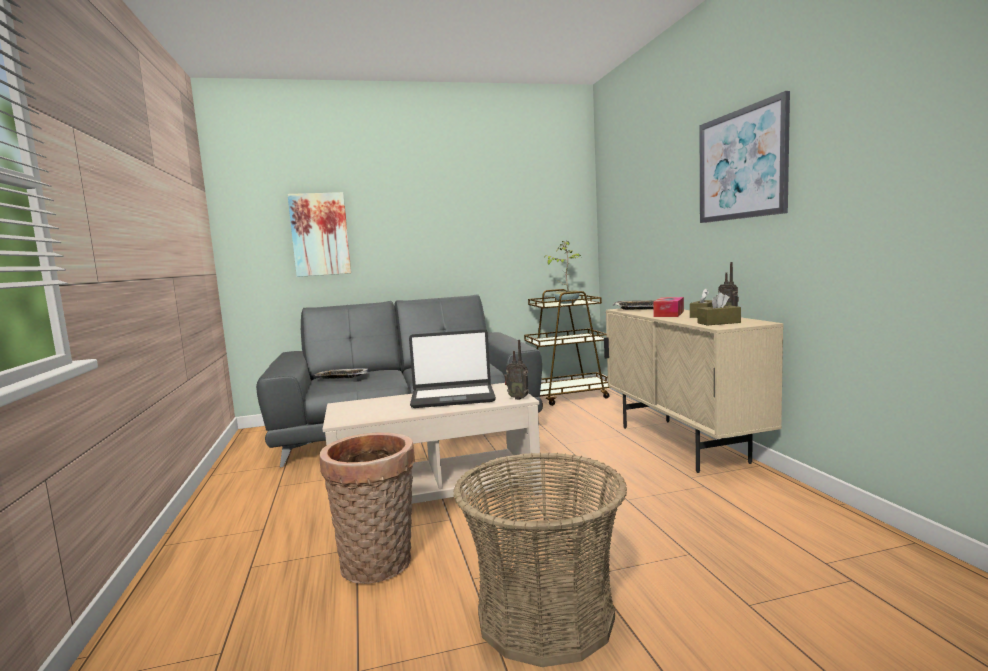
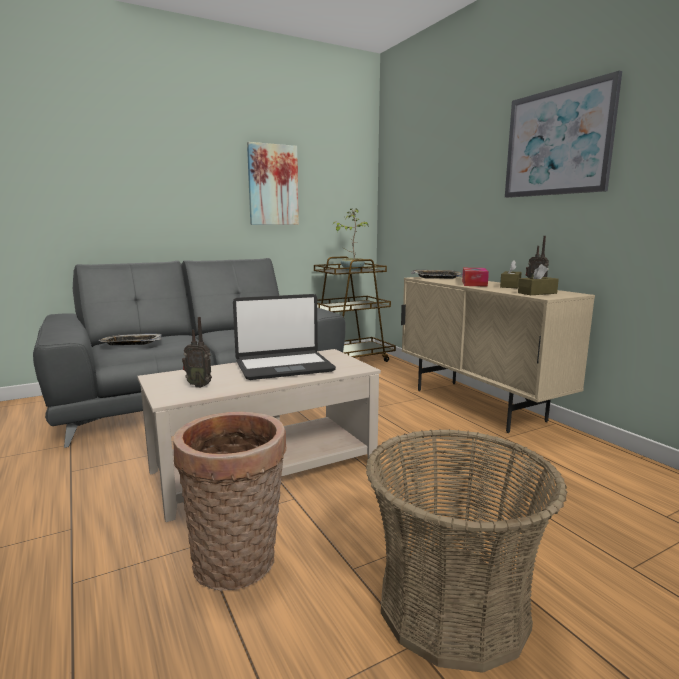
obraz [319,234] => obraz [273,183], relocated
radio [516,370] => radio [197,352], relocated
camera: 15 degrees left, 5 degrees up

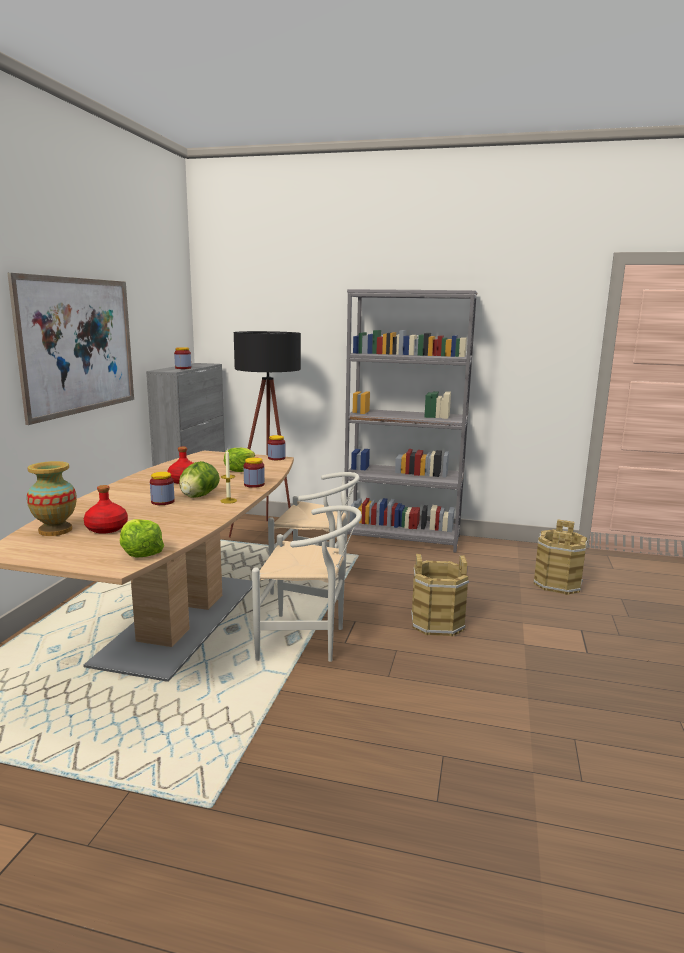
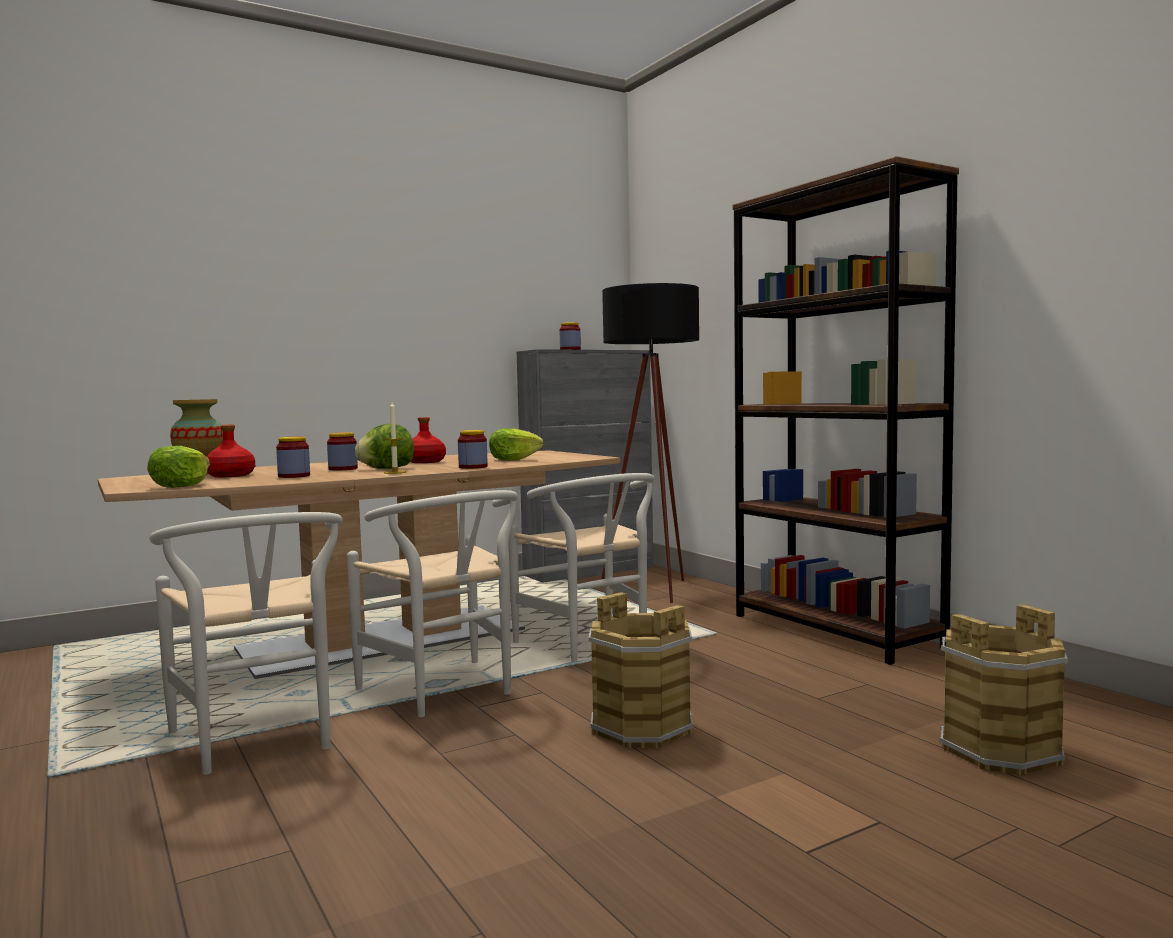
obraz [70,349] => nothing
regał [szary] [411,420] => regał [brązowy] [846,410]
słoik [276,447] => słoik [293,457], relocated
nothing => krzesło [biały] [245,643]
camera: 45 degrees right, 10 degrees down

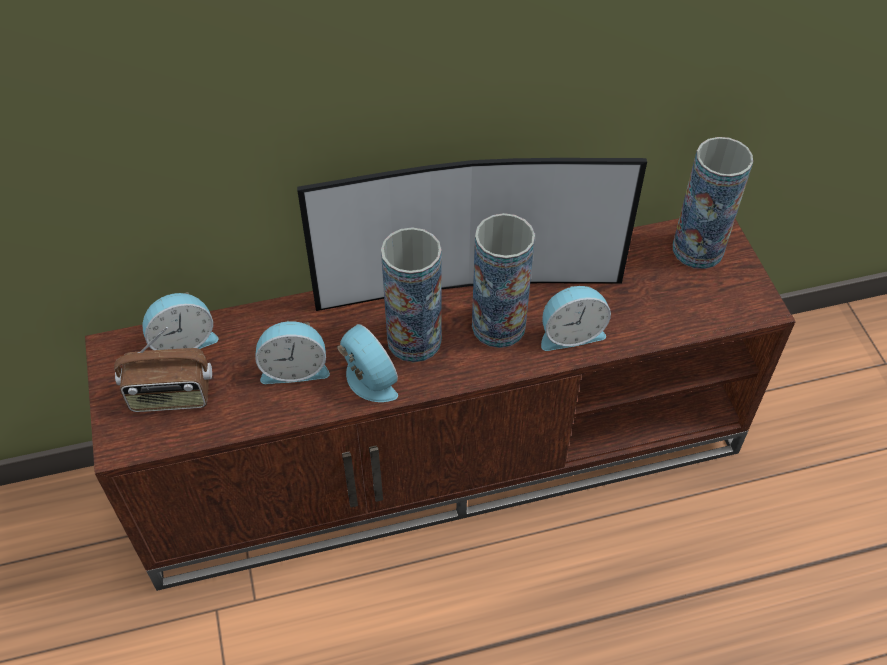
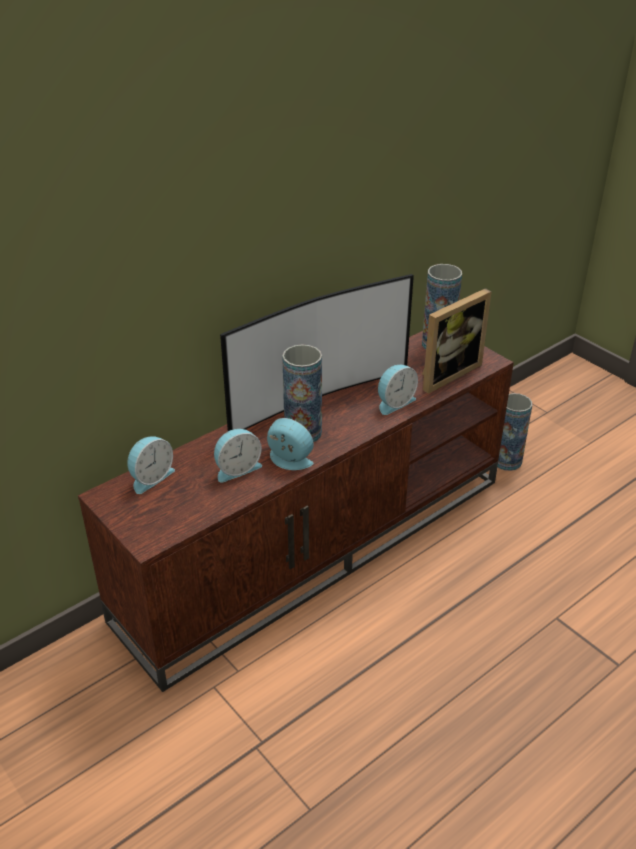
wazon [503,280] => wazon [514,432], relocated
radio [163,369] => nothing
nothing => ramka na zdjęcie [457,341]
camera: 25 degrees left, 15 degrees down

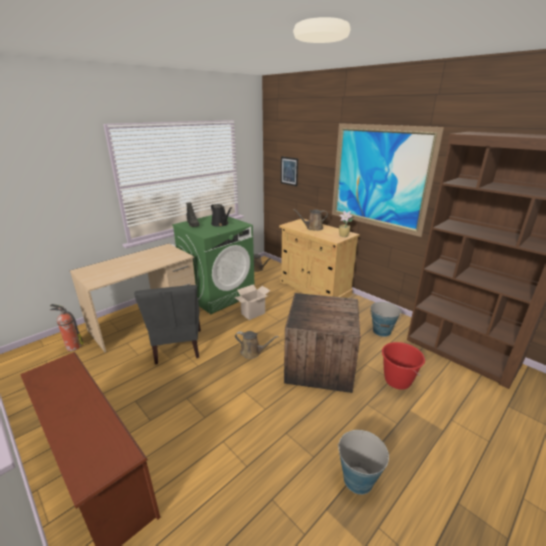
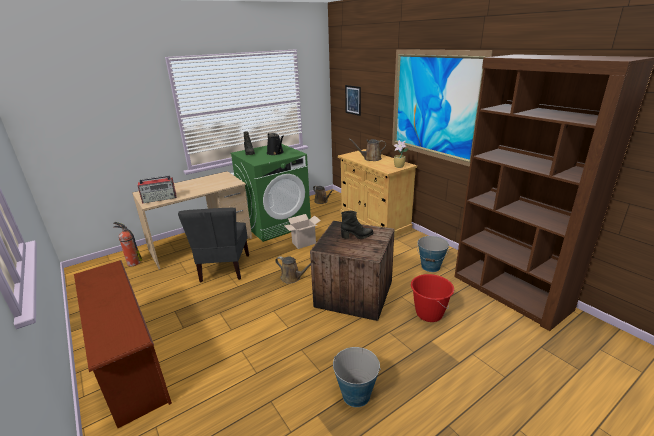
nothing => radio [157,189]
nothing => but z cholewką [czarny] [357,225]
camera: 10 degrees right, 0 degrees up

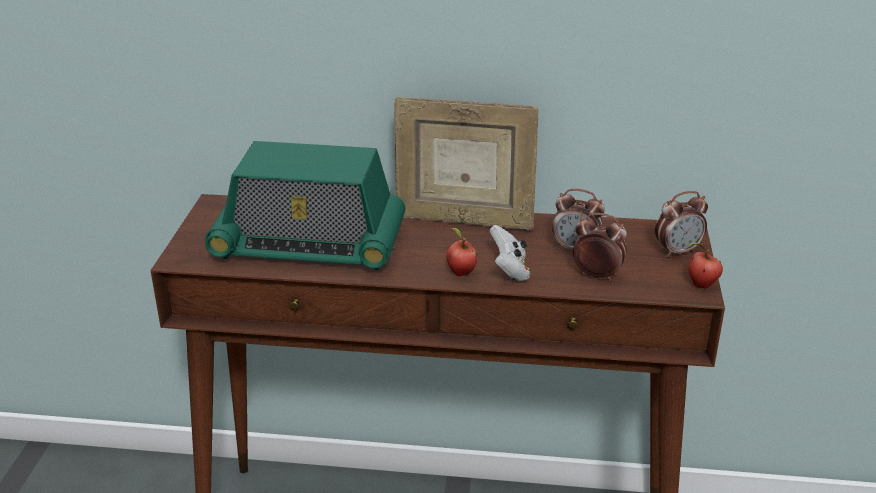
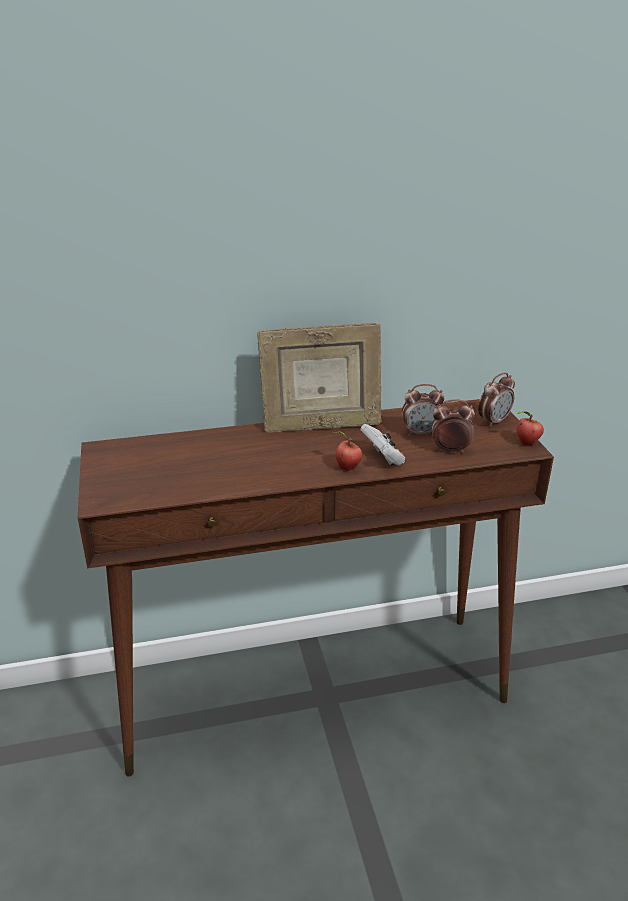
radio [305,205] => nothing
camera: 20 degrees left, 0 degrees up

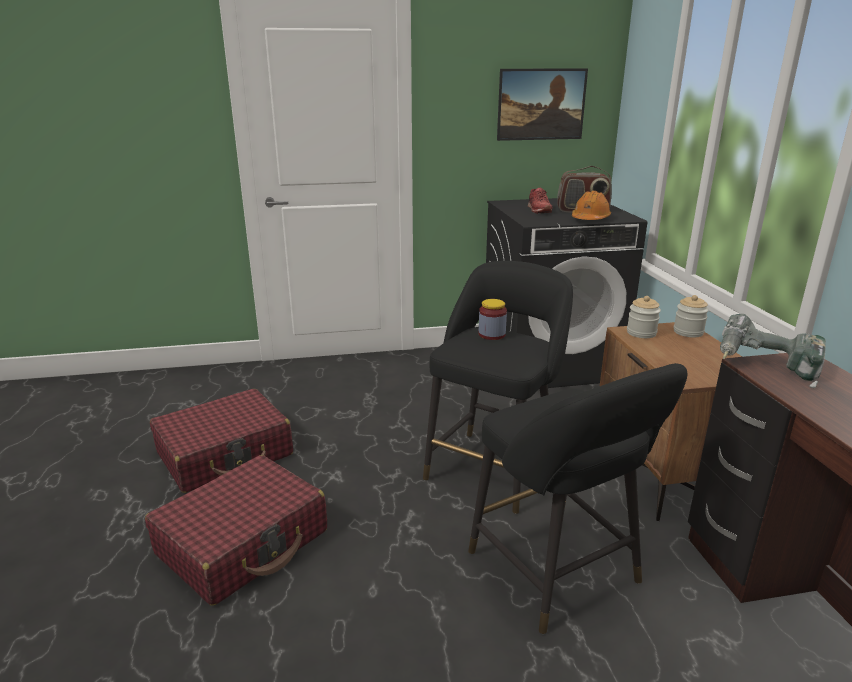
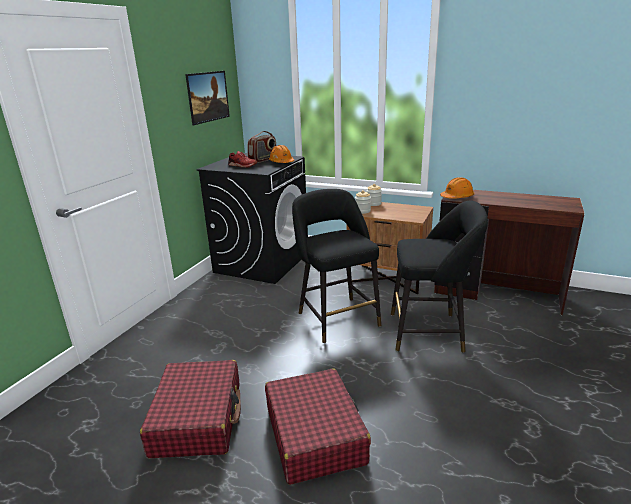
słoik [493,319] => nothing
wiertarka [773,351] => kask [pomarańczowy] [457,188]
camera: 55 degrees left, 0 degrees up

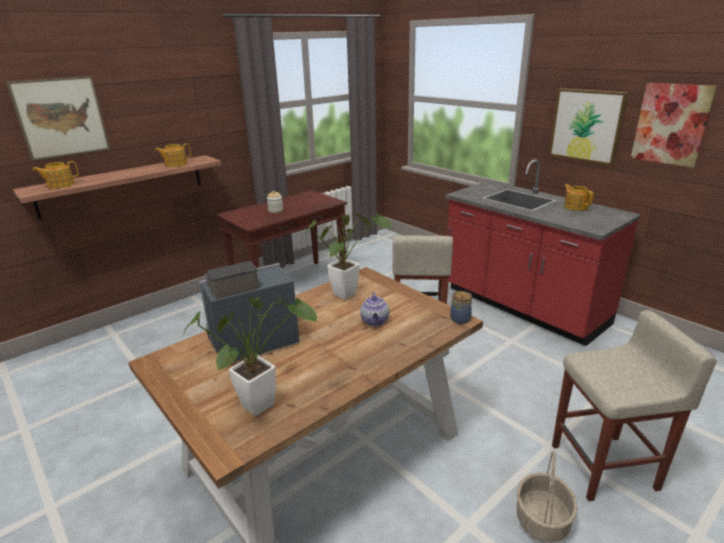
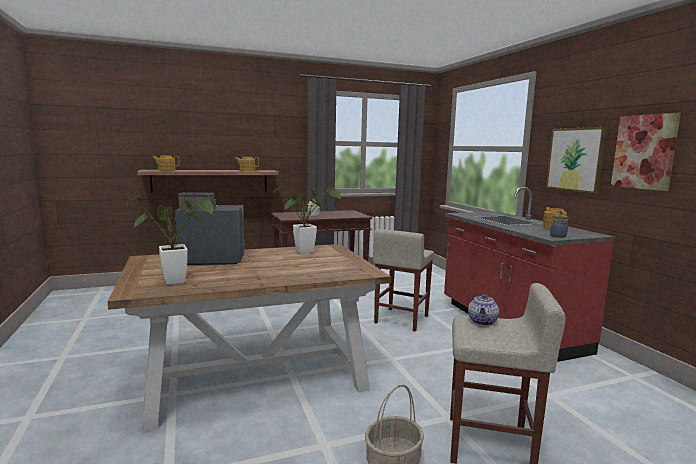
obraz [58,118] => nothing
słoik [461,307] => słoik [559,226], relocated
imbryk [375,309] => imbryk [483,310], relocated
camera: 20 degrees right, 15 degrees down

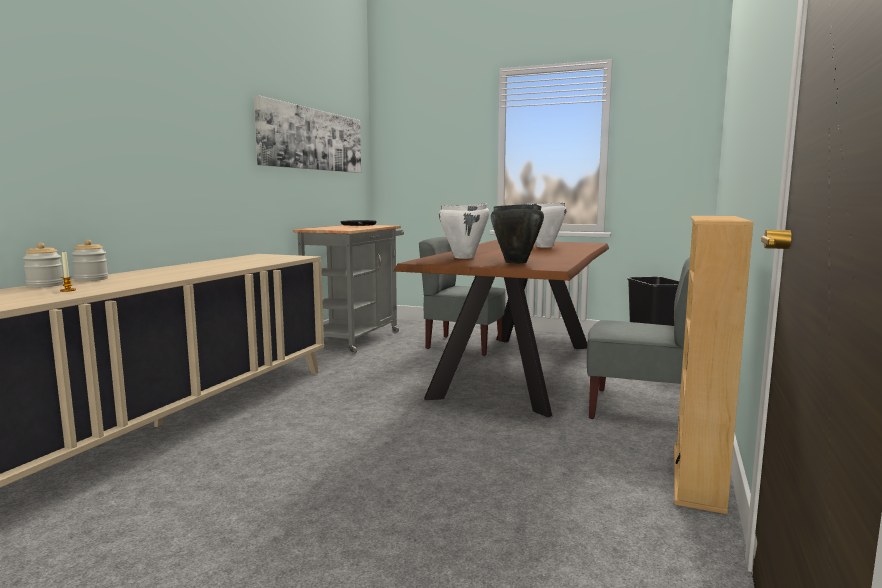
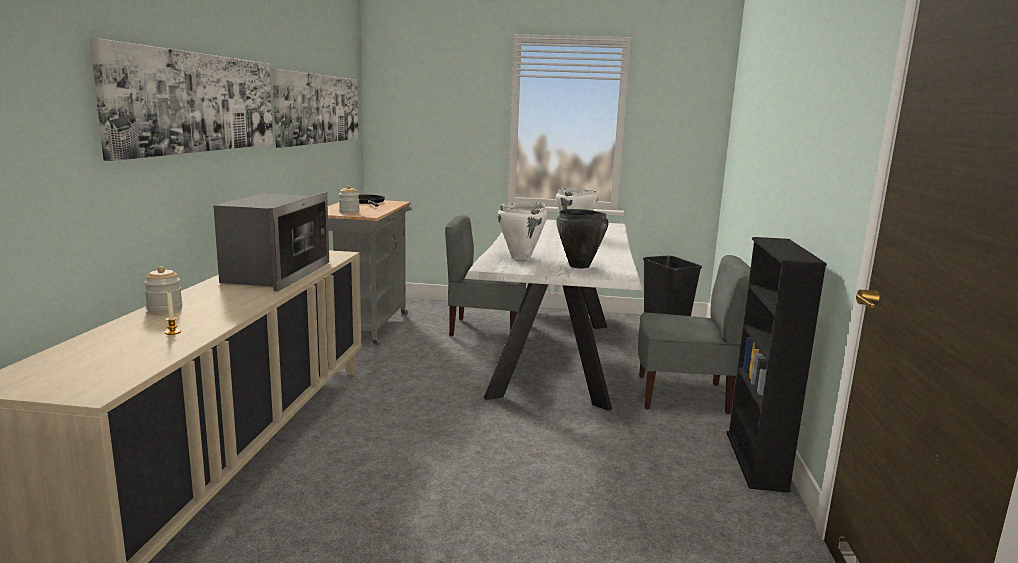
regał [beżowy] [714,365] => regał [czarny] [777,365]
stół jadalny [brązowy] [501,328] => stół jadalny [biały] [553,315]
słoik [43,265] => słoik [349,199], relocated
nothing => obraz [181,99]
nothing => mikrofalówka [271,241]
camera: 15 degrees left, 5 degrees up

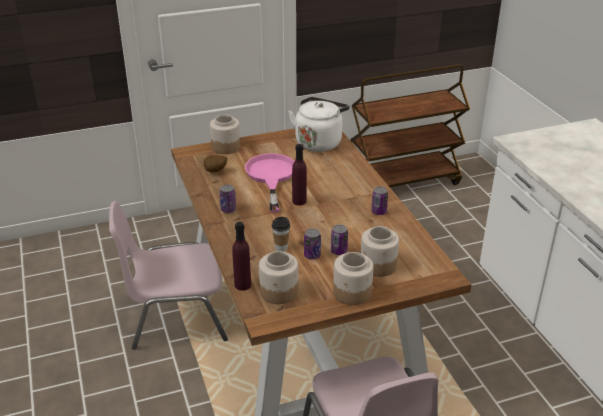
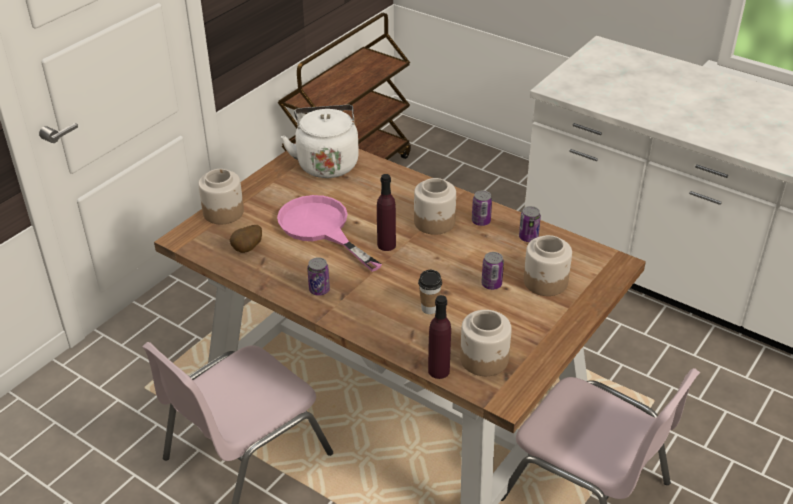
puszka [312,244] => puszka [530,224], relocated
słoik [353,278] => słoik [435,206], relocated
camera: 35 degrees left, 5 degrees up

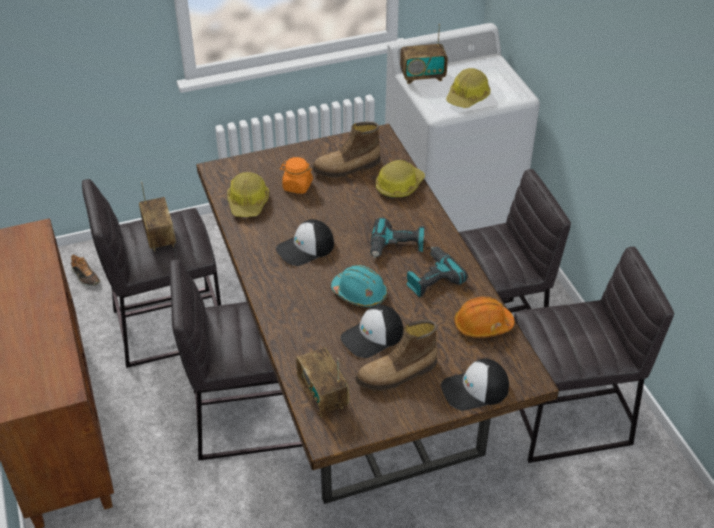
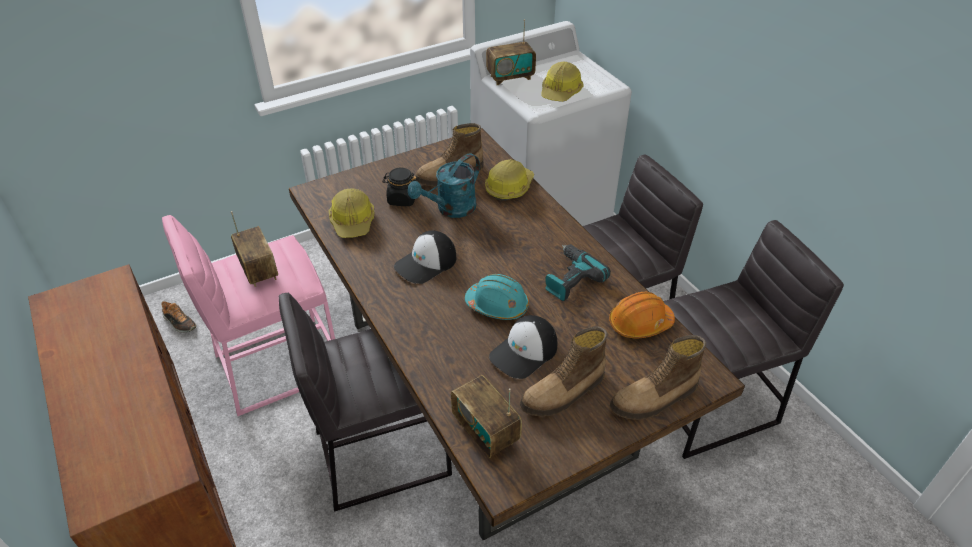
słoik [pomarańczowy] [296,175] => słoik [czarny] [399,186]
stołek [szary] [151,273] => stołek [różowy] [248,315]
wiertarka [397,238] => nothing
czapka z daszkiem [475,385] => but z cholewką [658,377]
nothing => konewka [turkusowy] [444,185]
camera: 10 degrees left, 0 degrees up

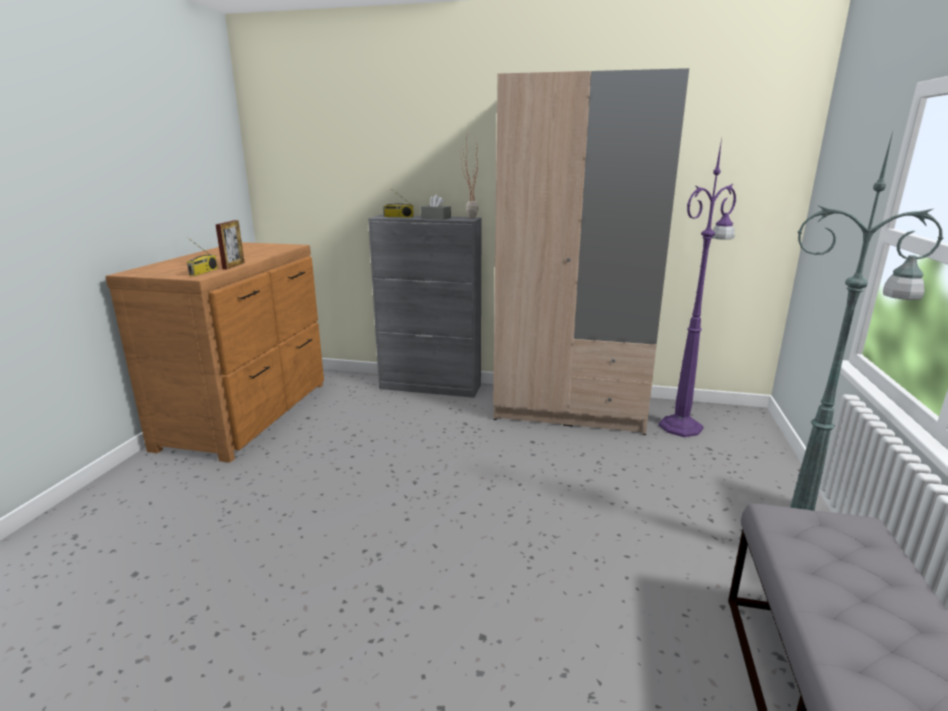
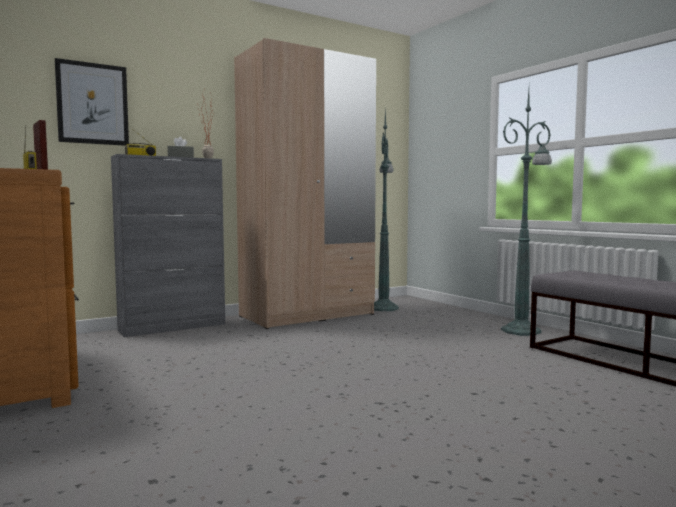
lampa stojąca [fioletowy] [697,287] => lampa stojąca [zielony] [386,208]
nothing => obraz [92,102]
camera: 45 degrees left, 15 degrees down

